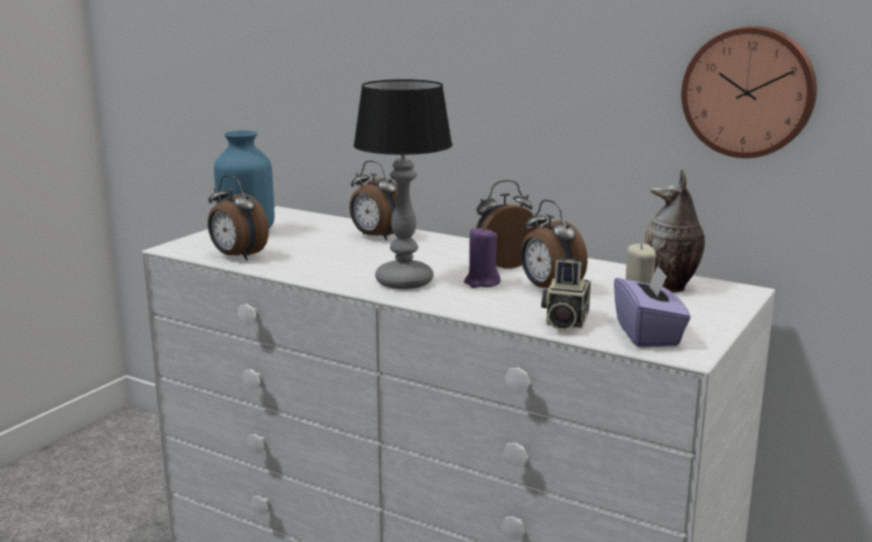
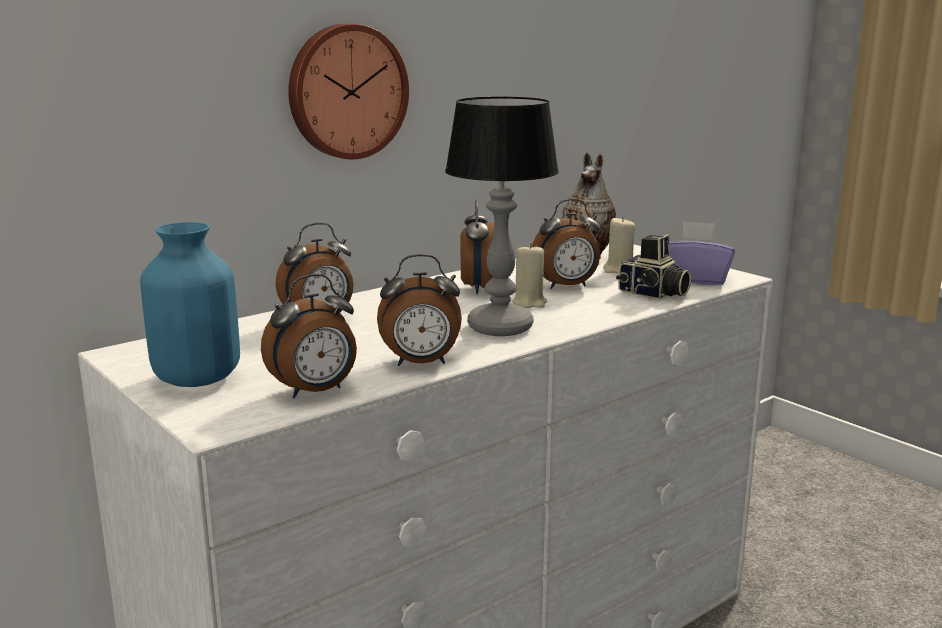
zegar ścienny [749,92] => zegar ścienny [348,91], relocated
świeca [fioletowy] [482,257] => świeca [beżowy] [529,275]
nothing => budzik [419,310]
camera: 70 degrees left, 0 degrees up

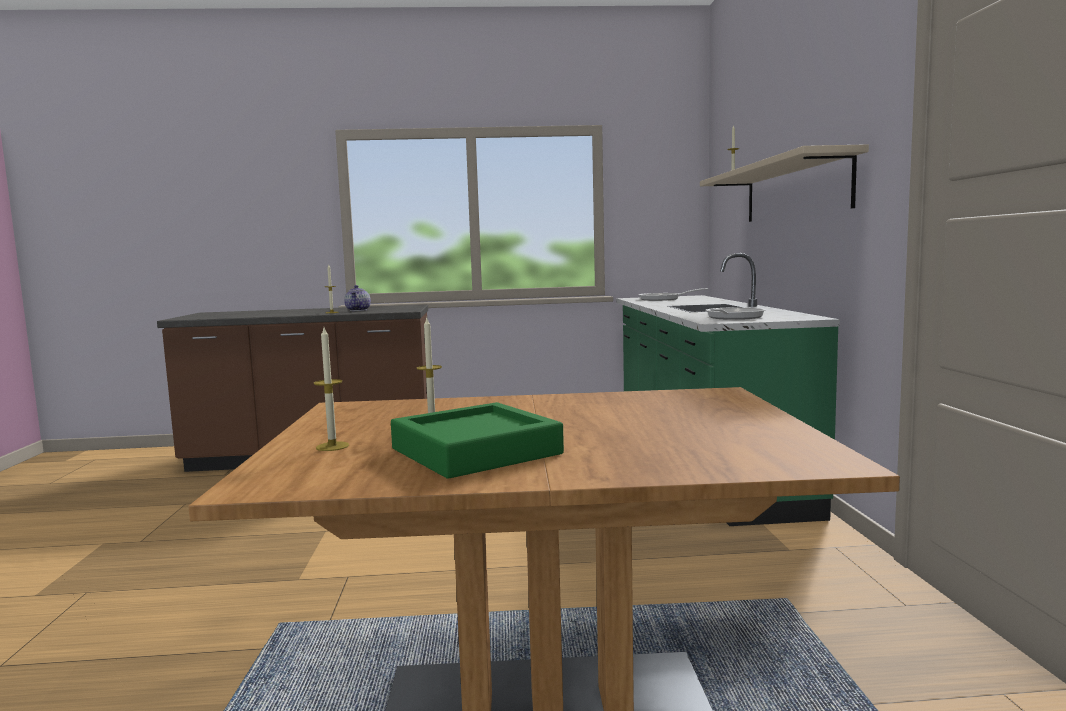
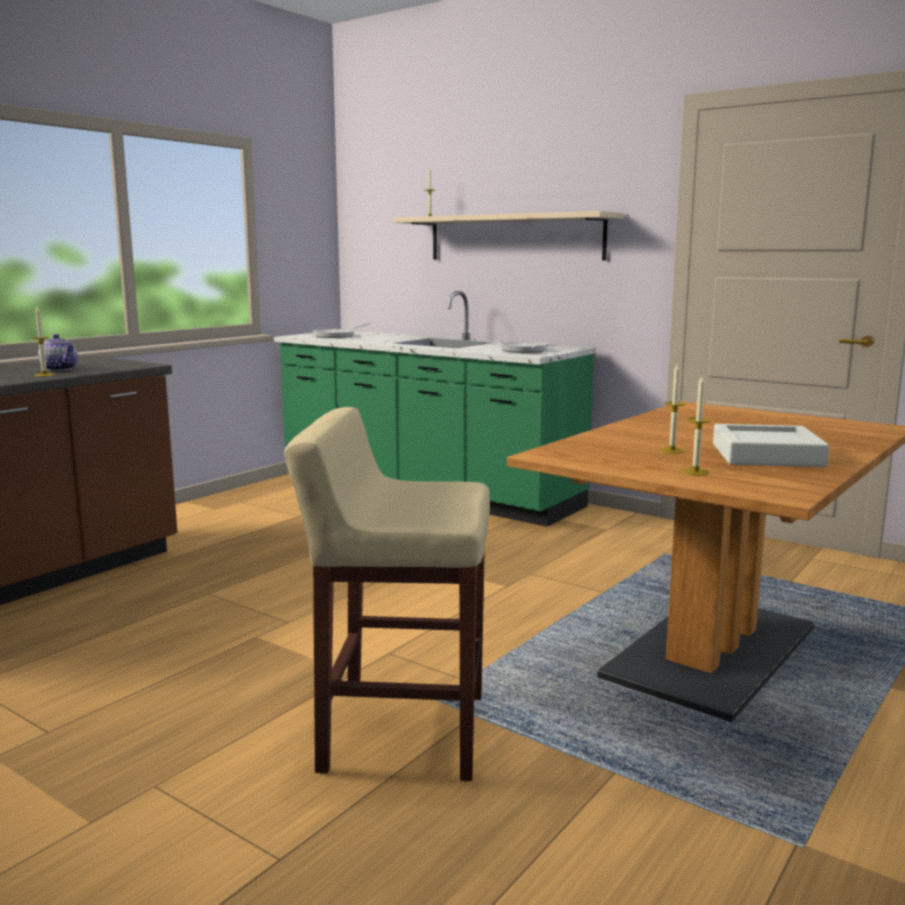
taca [zielony] [477,440] => taca [biały] [771,445]
nothing => stołek [beżowy] [387,594]
camera: 50 degrees left, 5 degrees up

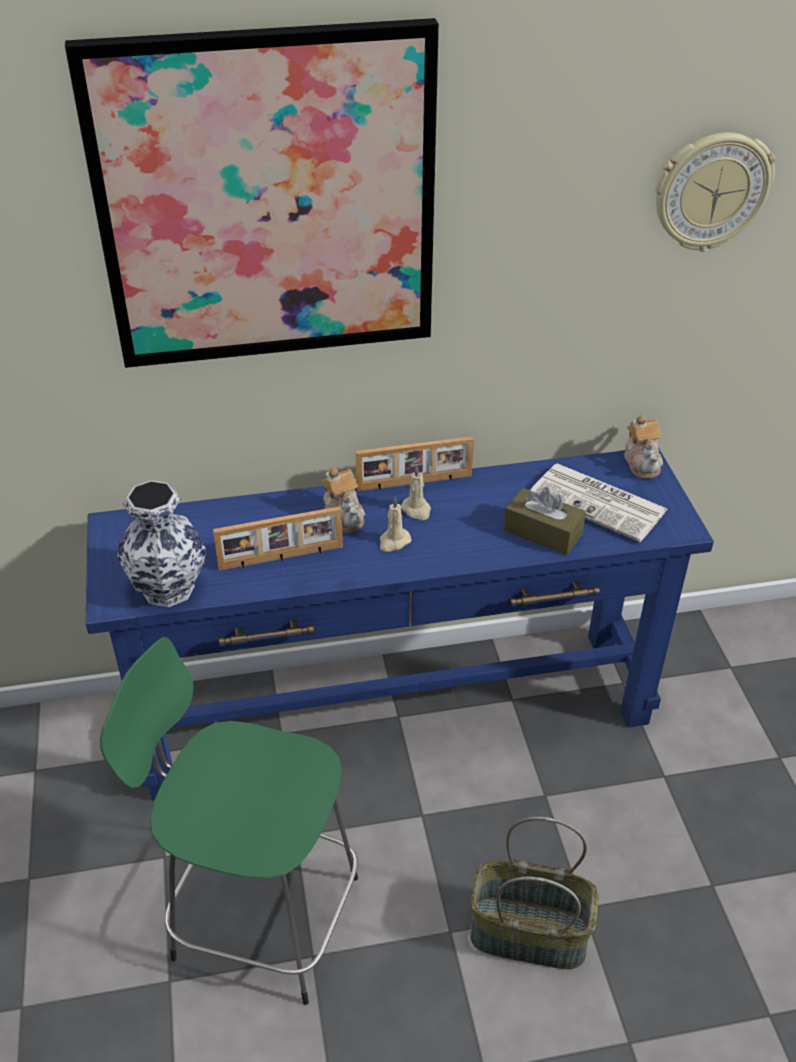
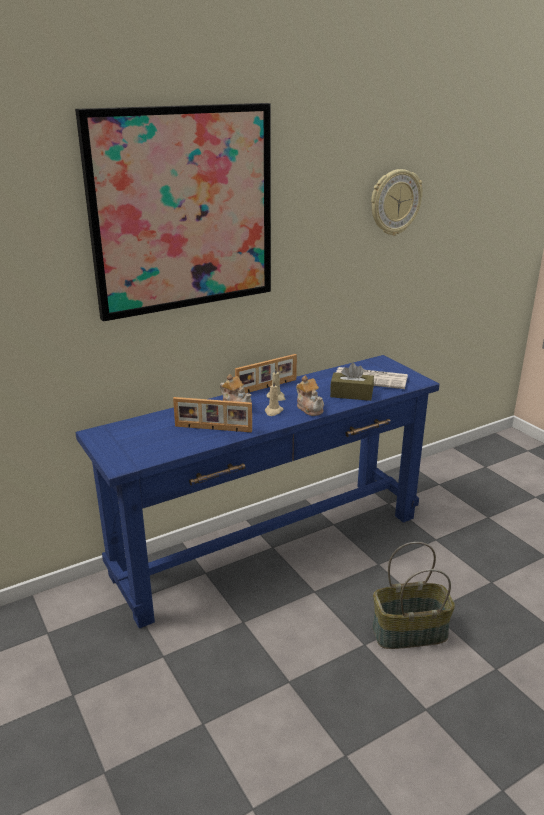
imbryk [643,447] => imbryk [310,396], relocated
wazon [161,543] => nothing
ramka na zdjęcie [278,538] => ramka na zdjęcie [212,414], 45 degrees clockwise
stołek [zielony] [229,821] => nothing
camera: 20 degrees left, 15 degrees down

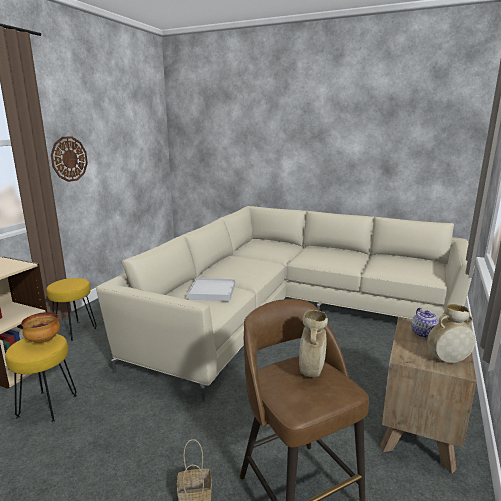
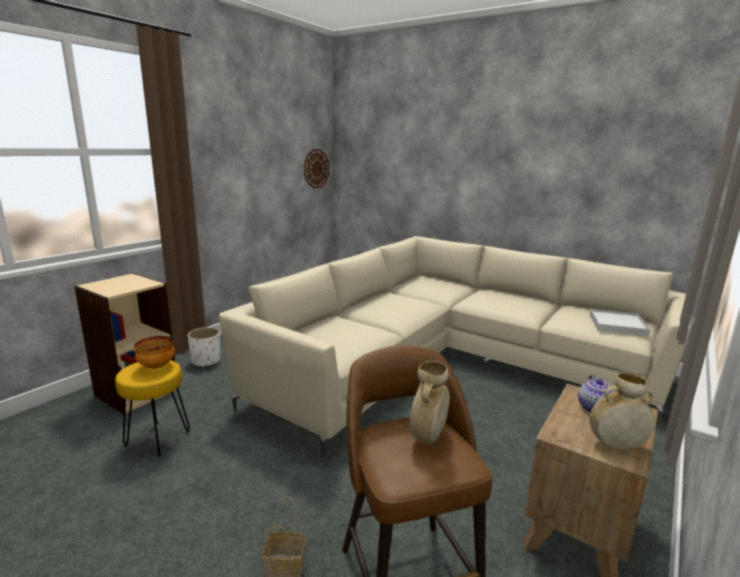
zegar ścienny [69,159] => zegar ścienny [316,168], relocated
stołek [żółty] [71,310] => donica [biały] [204,347]
taca [biały] [211,289] => taca [biały] [620,322], relocated
camera: 10 degrees right, 0 degrees up

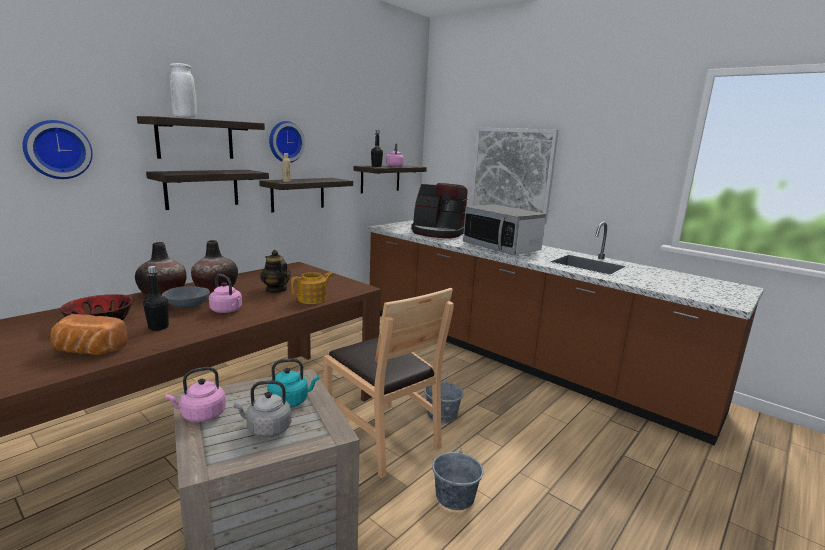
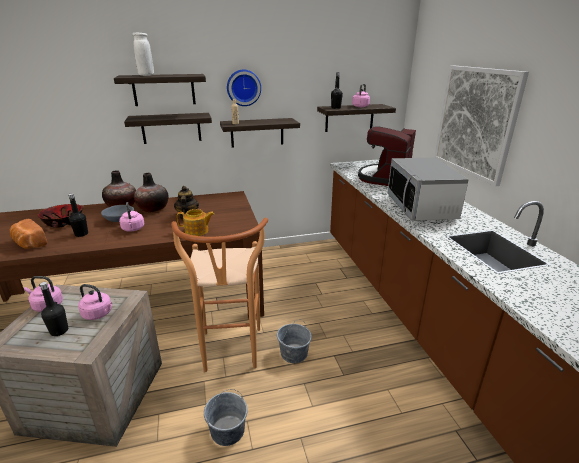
zegar ścienny [57,149] => nothing
ekspres do kawy [439,210] => ekspres do kawy [387,156], 60 degrees clockwise
krzesło [brązowy] [389,383] => stołek [brązowy] [219,295]
czajnik [turkusowy] [293,383] => czajnik [różowy] [95,302]
czajnik [szary] [262,408] => butelka [czarny] [54,309]
camera: 35 degrees right, 10 degrees up

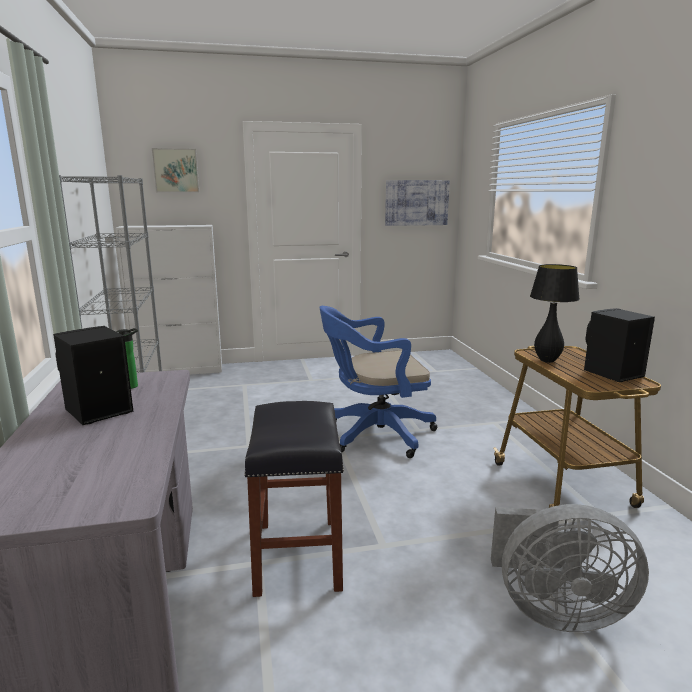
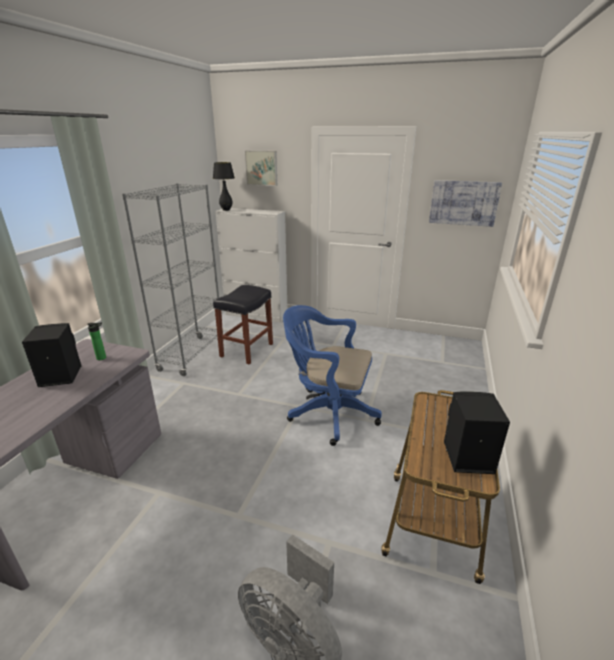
lampa stołowa [czarny] [555,313] => lampa stołowa [czarny] [224,186], relocated
stołek [czarny] [294,499] => stołek [czarny] [243,325], relocated
camera: 30 degrees right, 10 degrees up

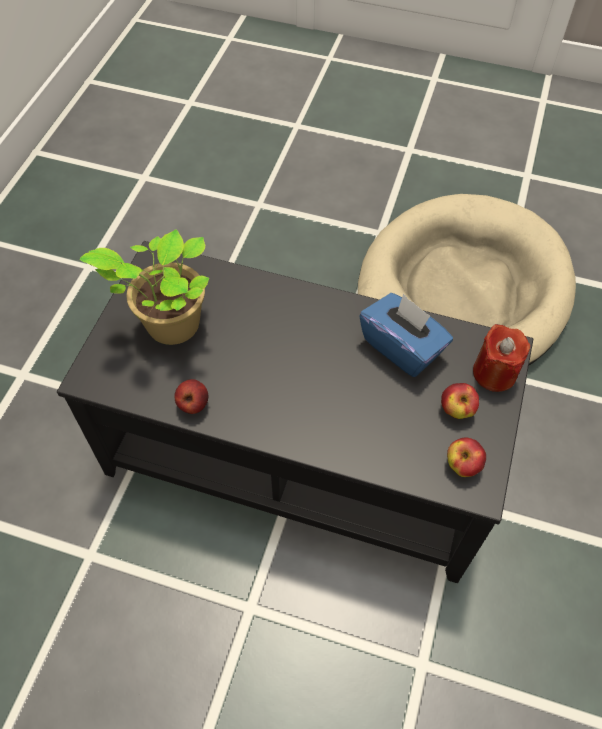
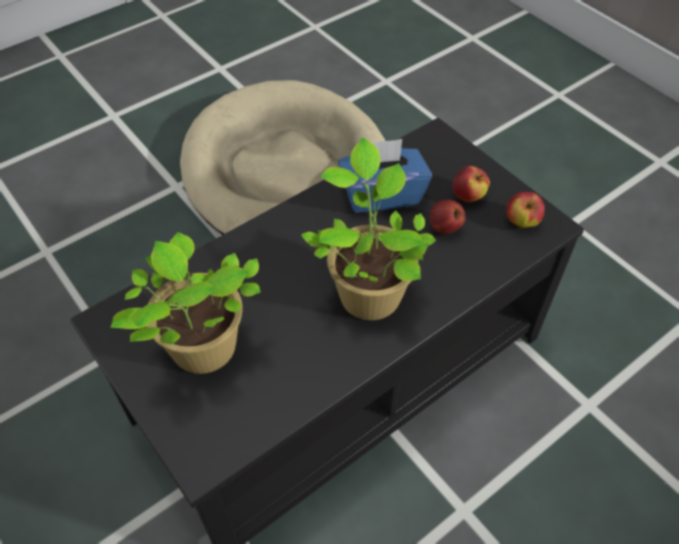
świeca [czerwony] [501,358] => nothing
jabłko [191,396] => jabłko [448,217], relocated
nothing => roślina doniczkowa [368,229]
camera: 55 degrees left, 5 degrees down

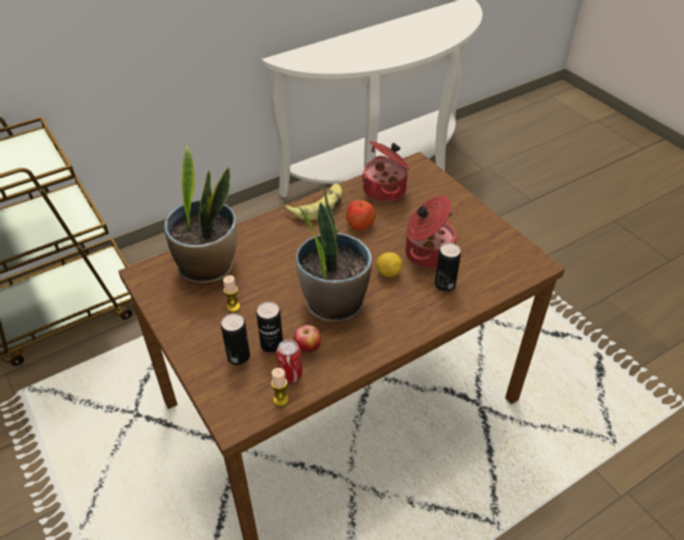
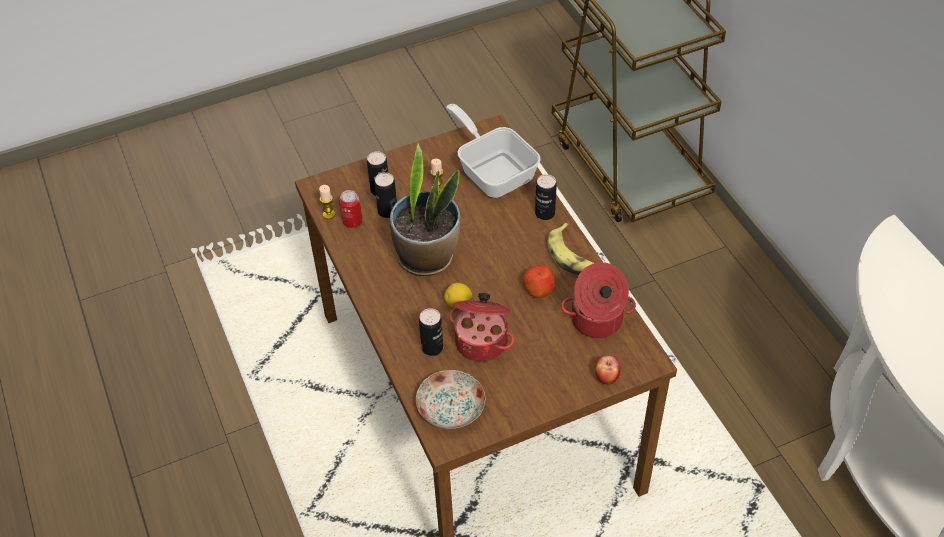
roślina doniczkowa [200,214] => patelnia [493,151]
jabłko [307,338] => jabłko [608,370], relocated
nothing => puszka [546,197]
nothing => talerz [450,399]
camera: 100 degrees right, 5 degrees up

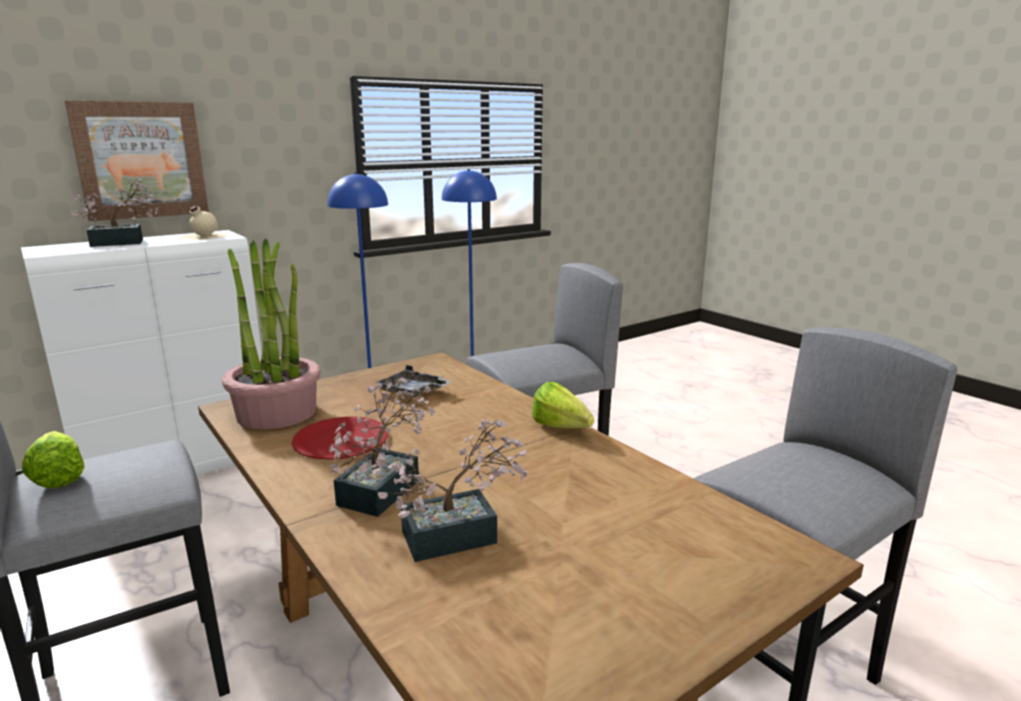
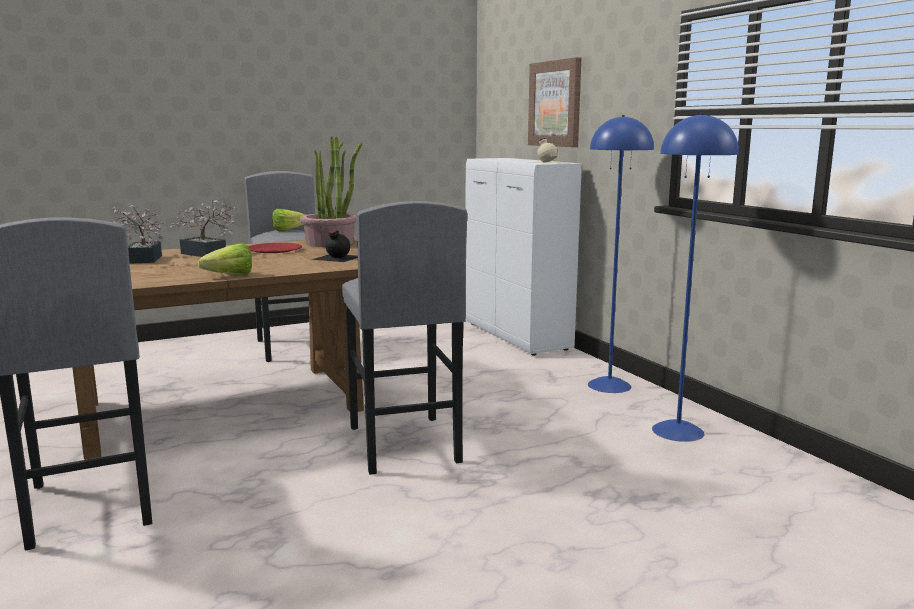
roślina doniczkowa [114,212] => nothing
taca [szary] [413,381] => butelka [czarny] [334,245]
camera: 100 degrees right, 5 degrees down

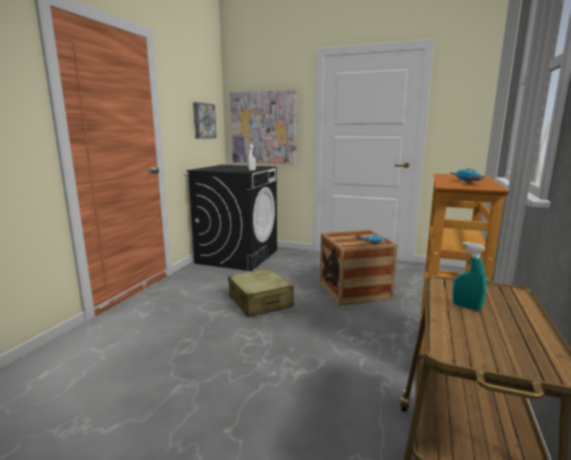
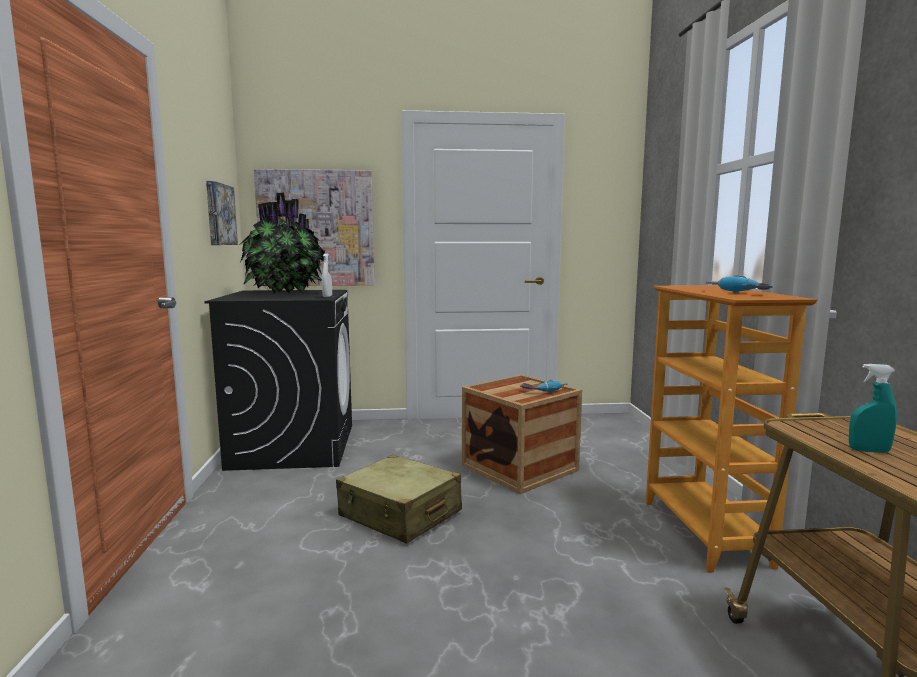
nothing => roślina doniczkowa [282,243]
camera: 25 degrees left, 5 degrees down

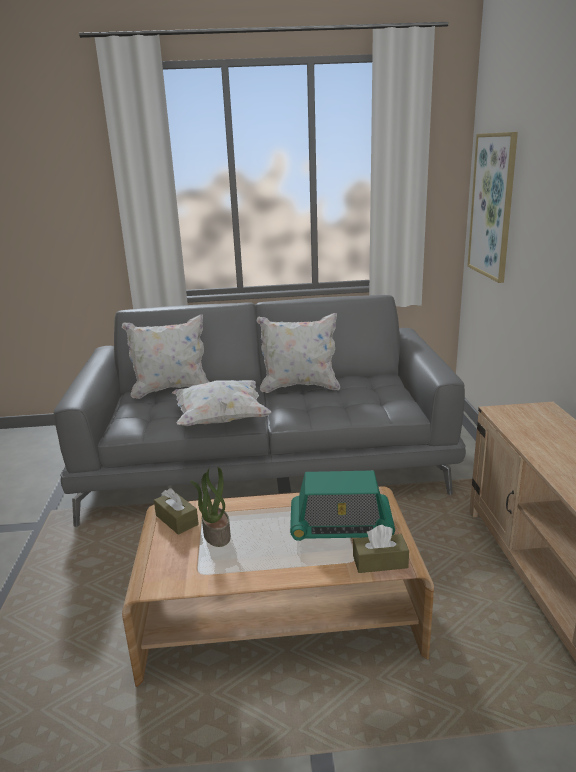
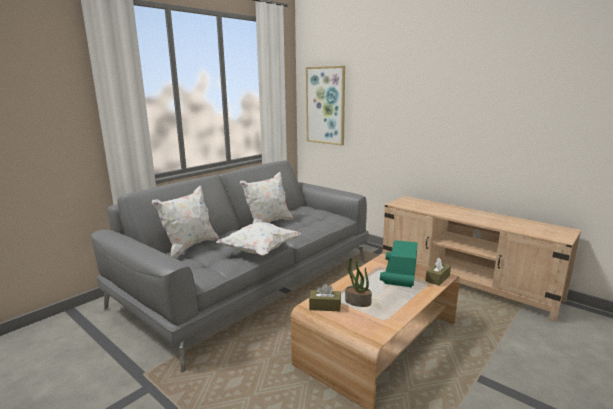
radio [342,505] => radio [399,263], 150 degrees clockwise
camera: 45 degrees left, 5 degrees down

